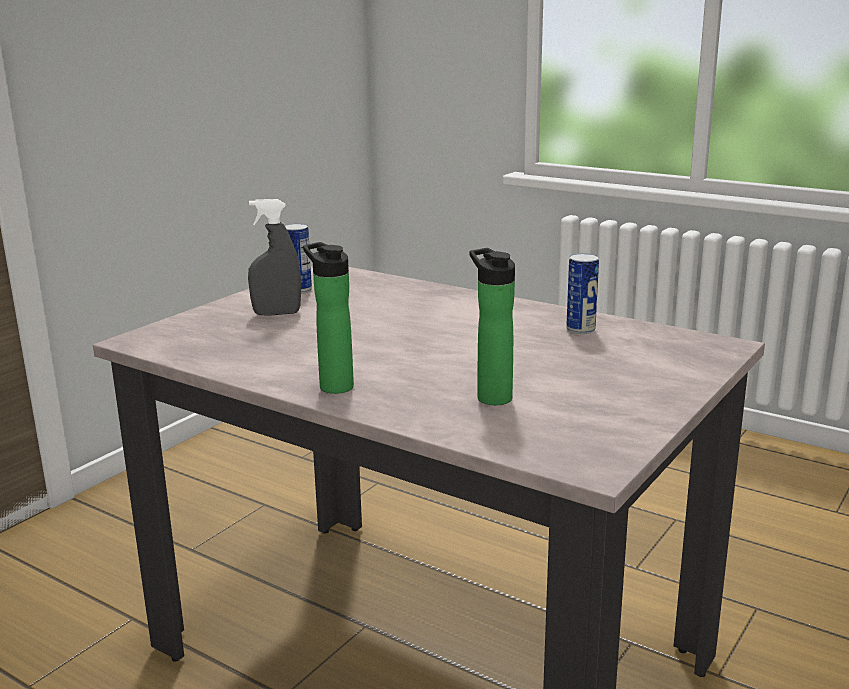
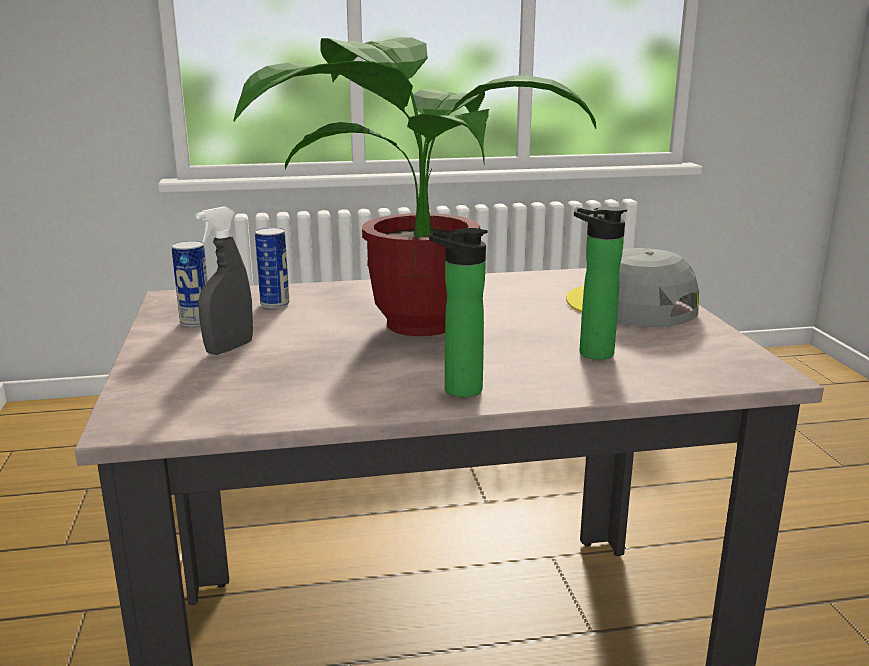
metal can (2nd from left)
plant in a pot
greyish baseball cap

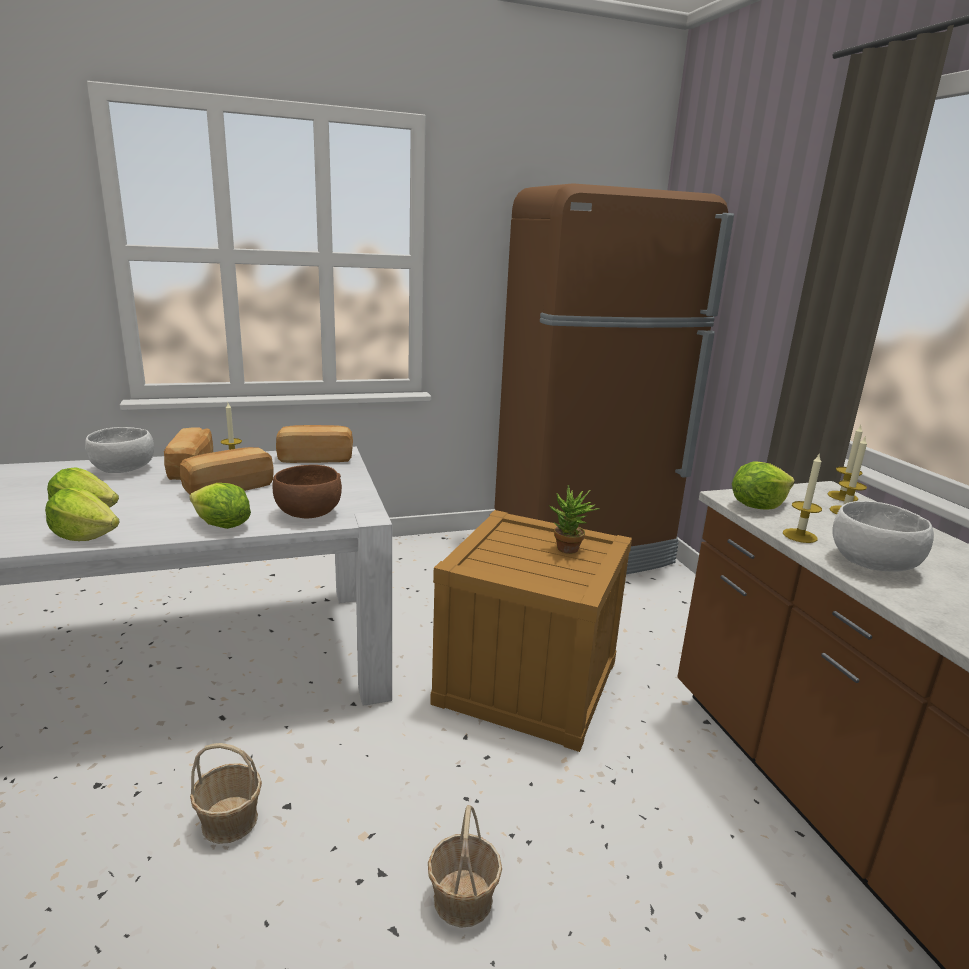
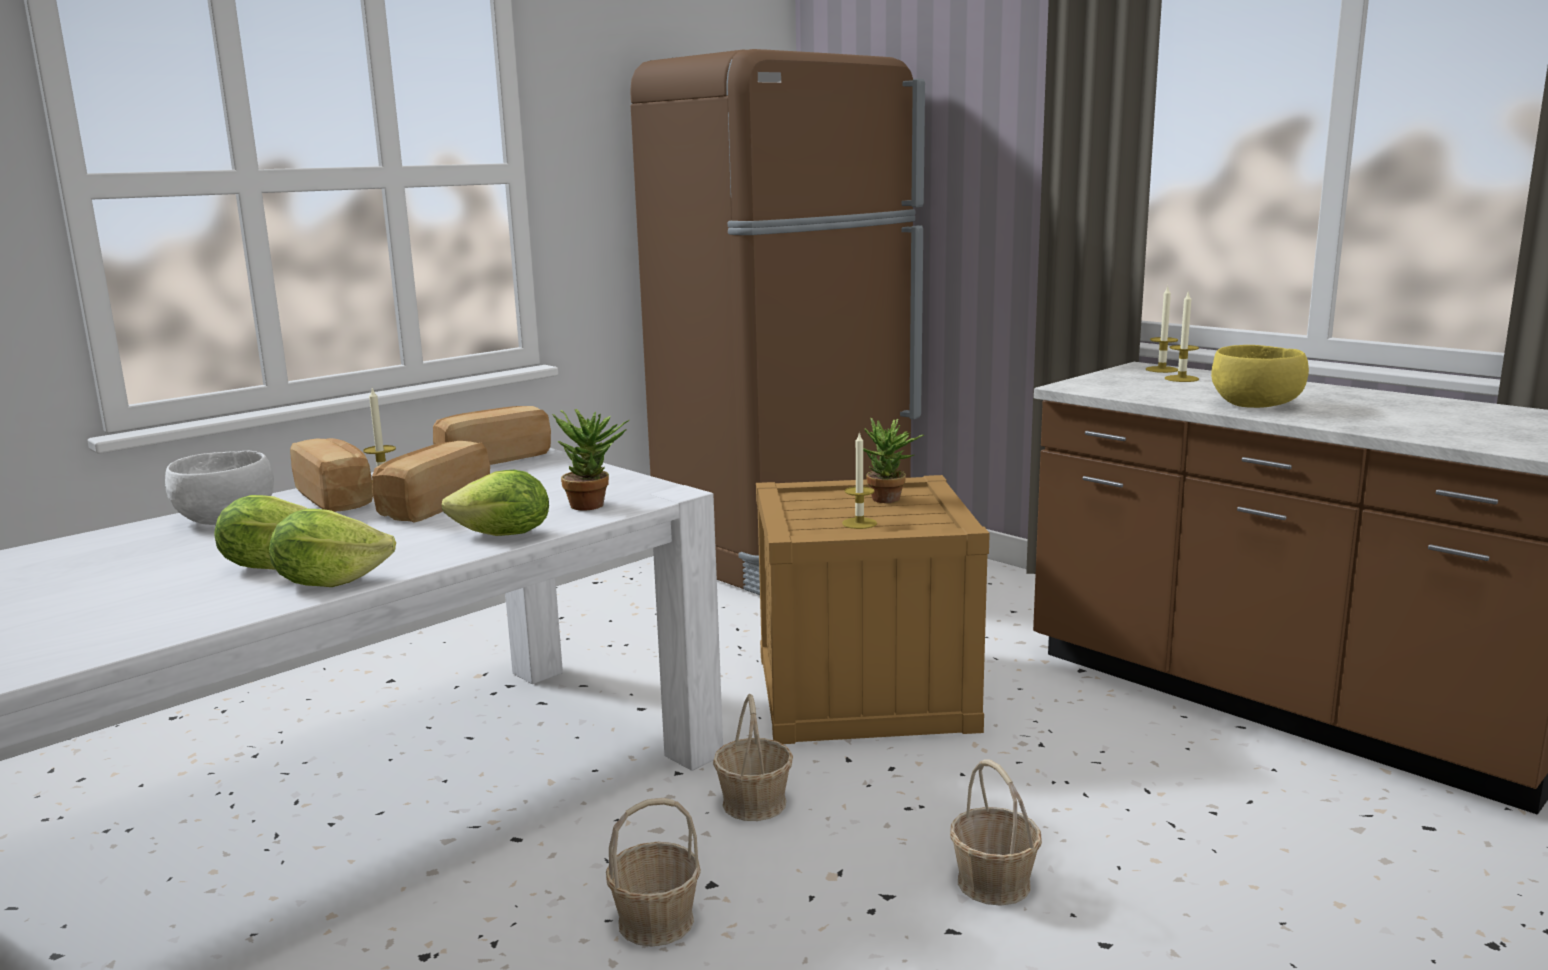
plant in a pot (1st from left)
head of lettuce (4th from left in the first image)
candle (2nd from left)
yellowish deep dish
basket (2nd from left)

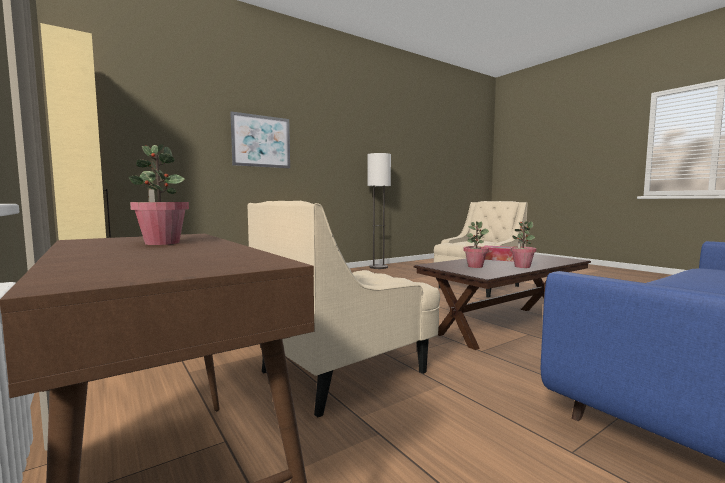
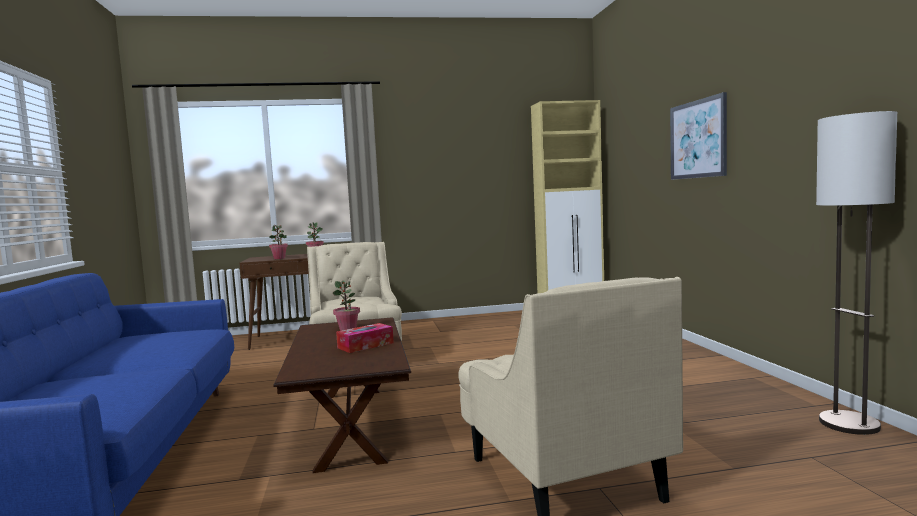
plant in a pot (1st from left)

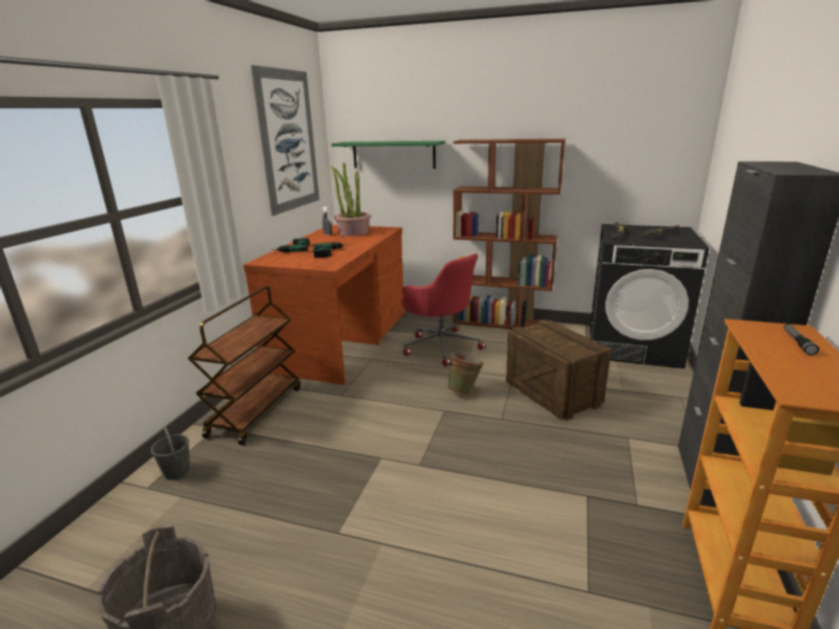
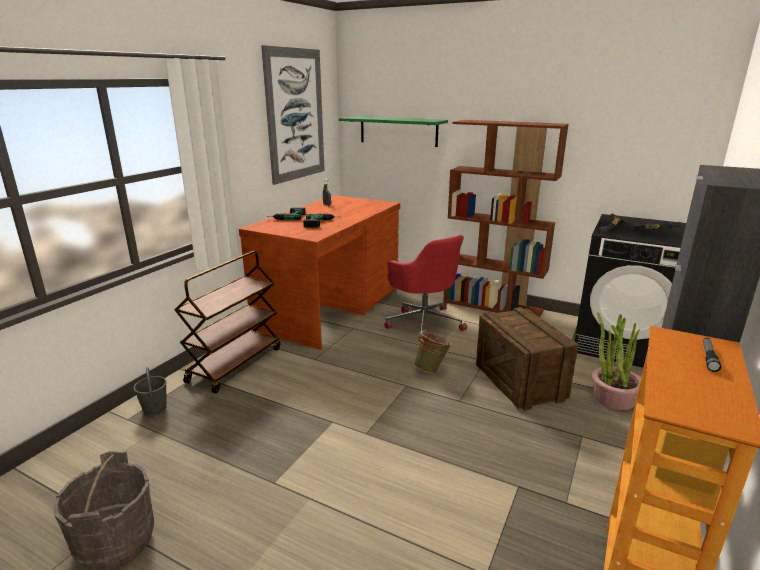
plant in a pot

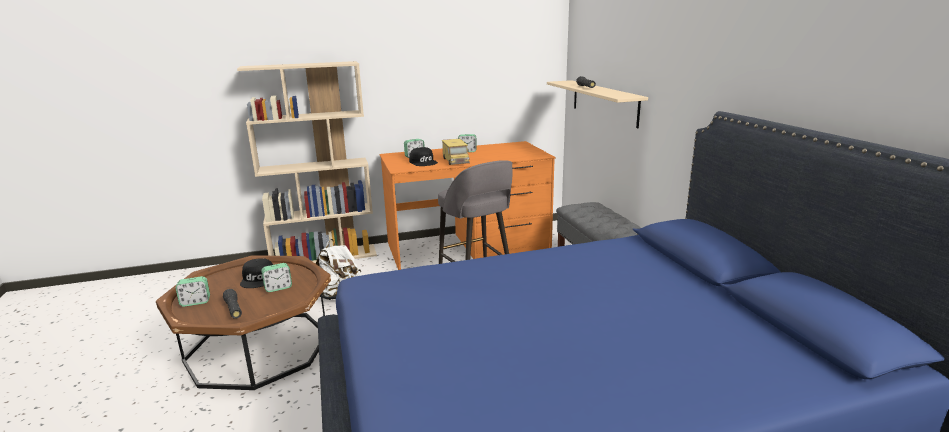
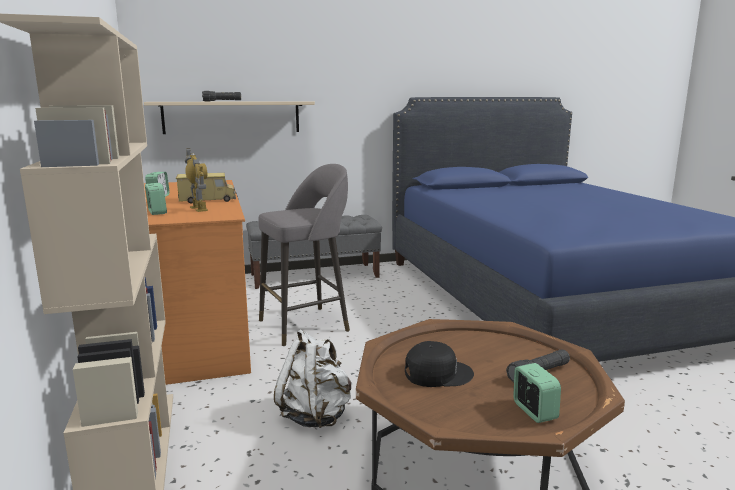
bedside clock (2nd from left in the first image)
model robot

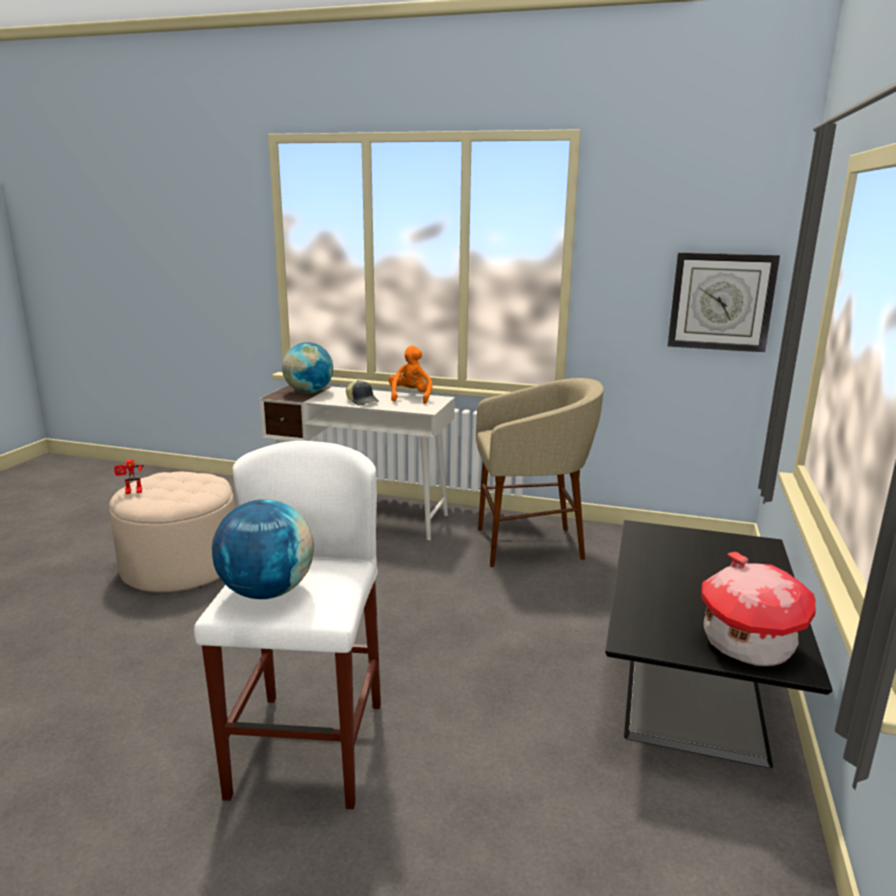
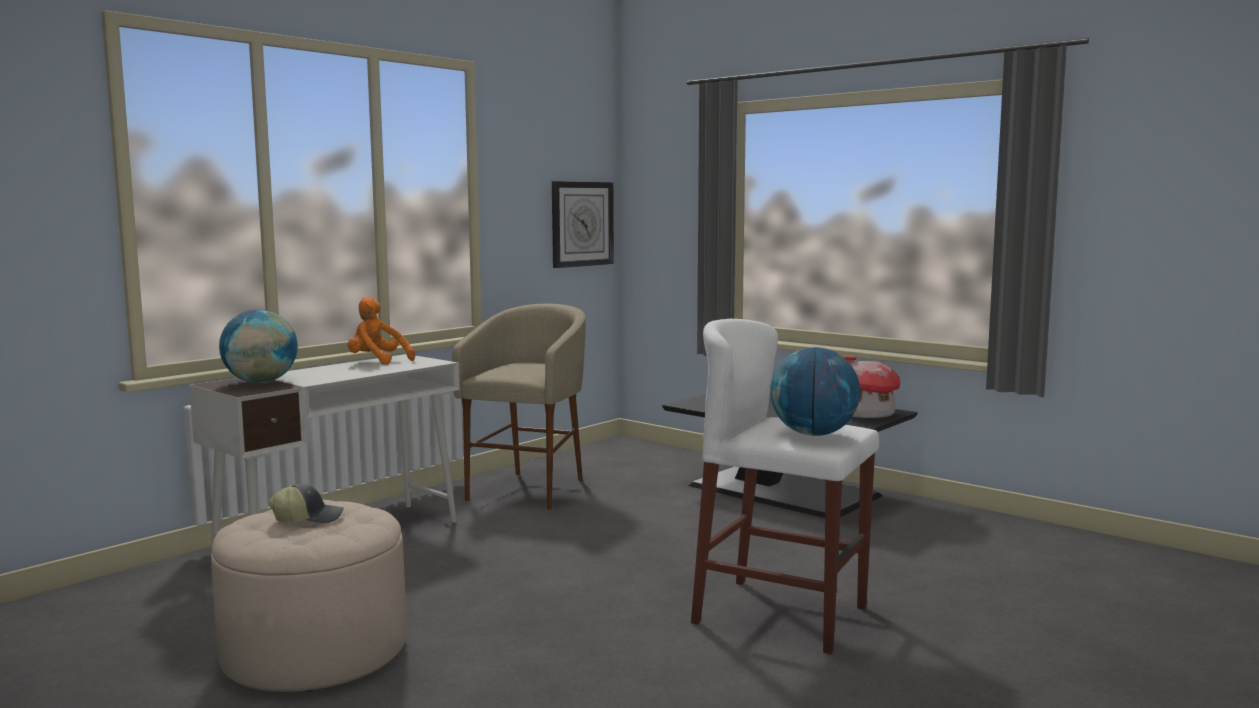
model robot
baseball cap

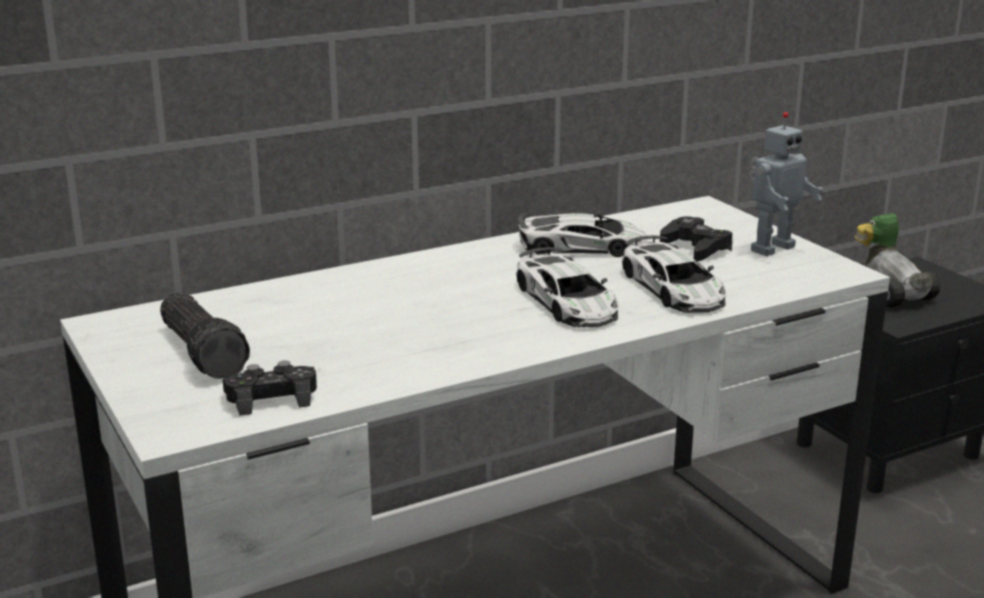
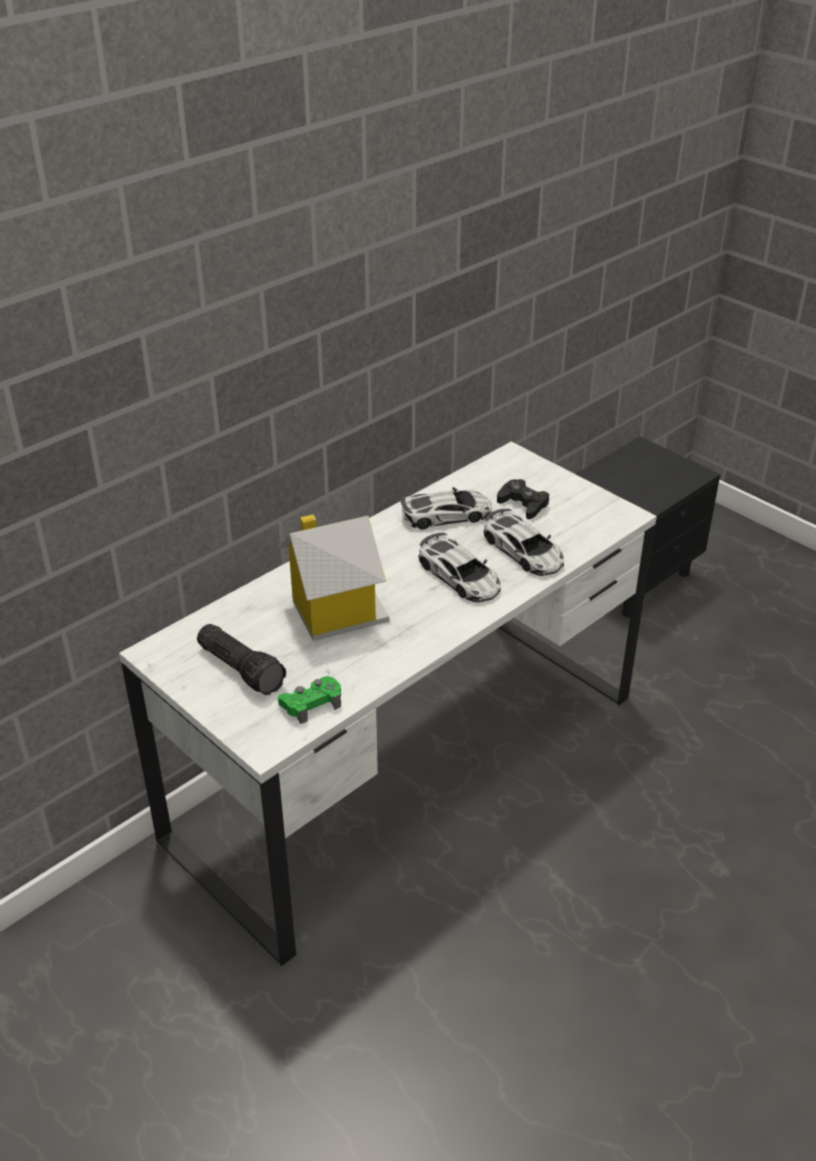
green-coloured game controller
model robot
model car (4th from left in the first image)
miniature house

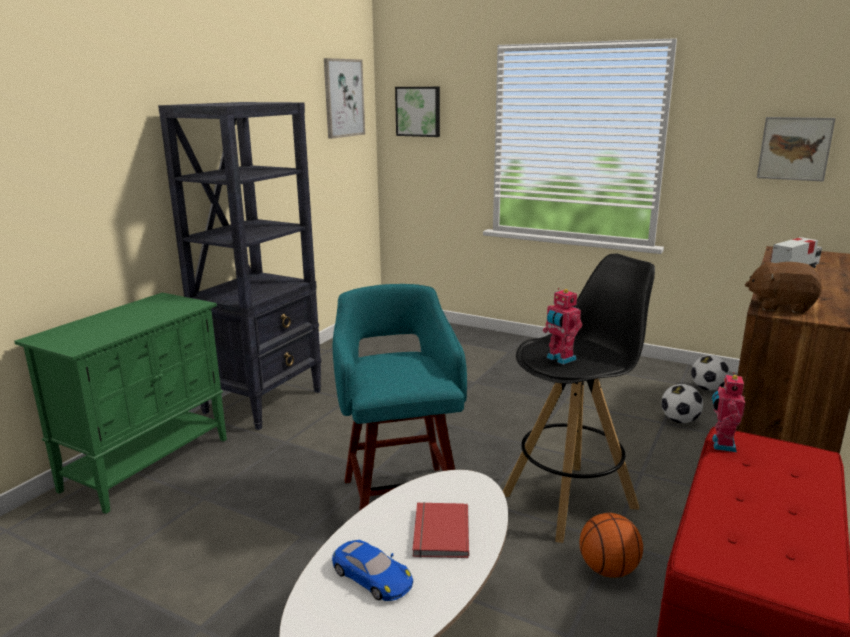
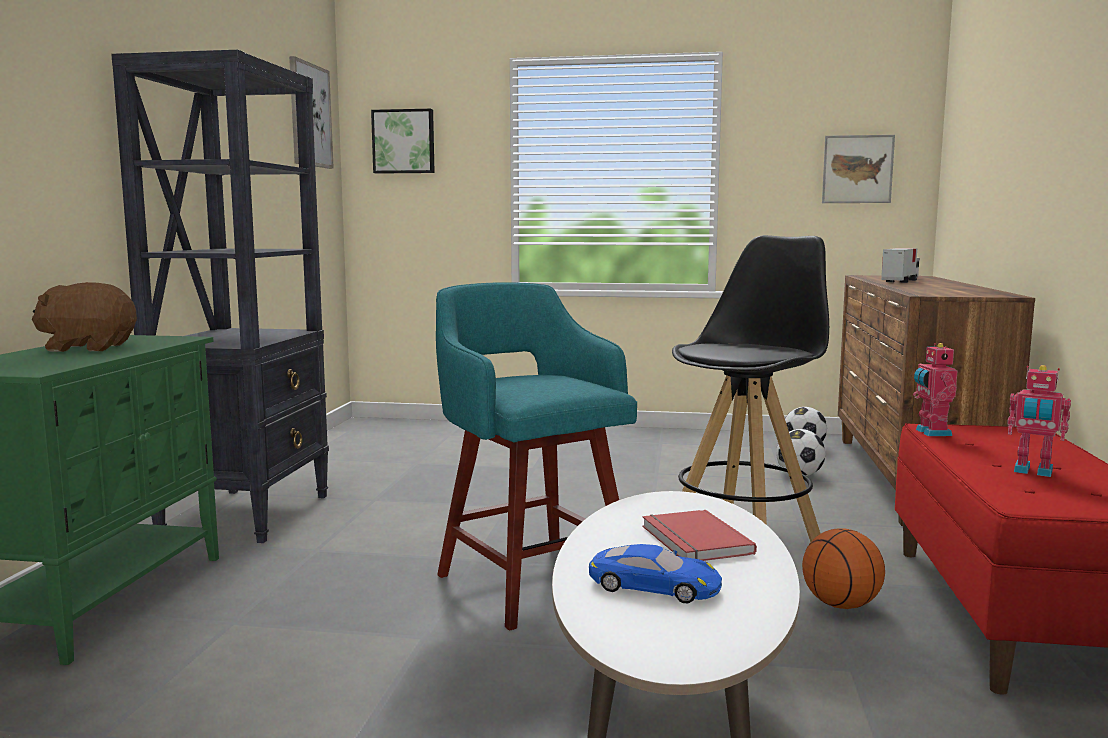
model robot (2nd from left)
brown-coloured plush toy

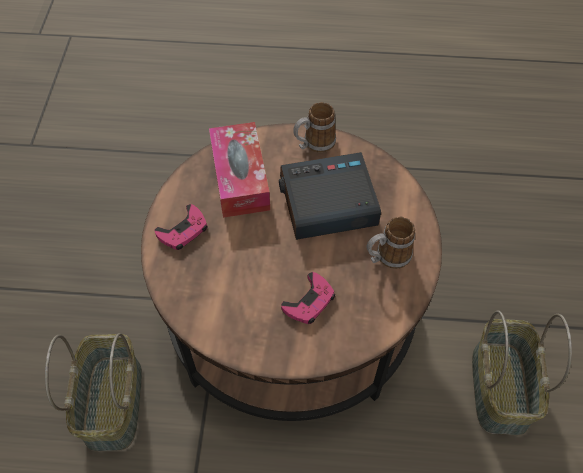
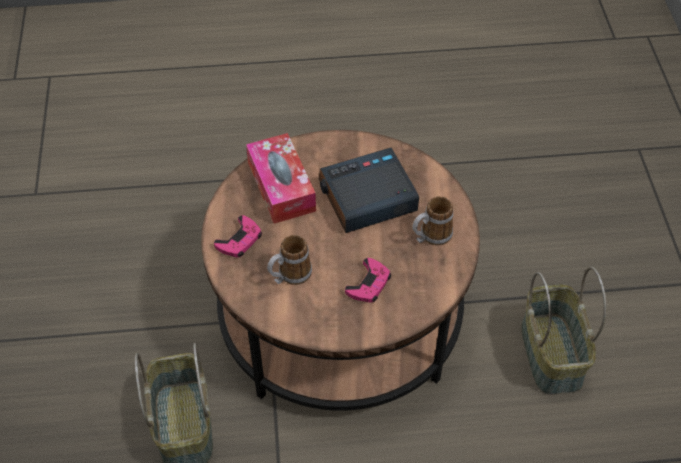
coffee mug (1st from left)

